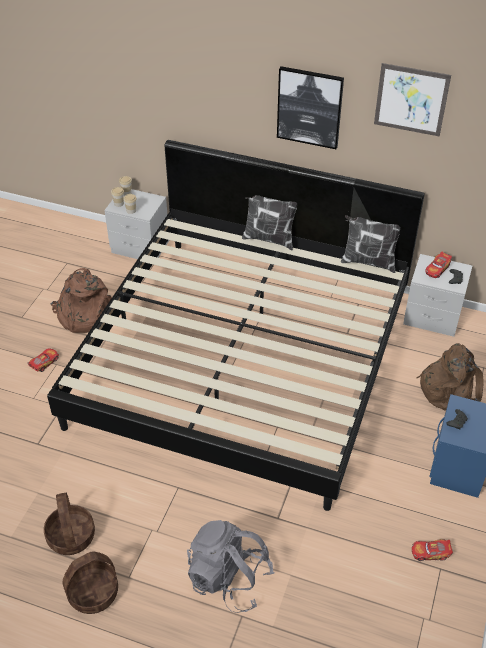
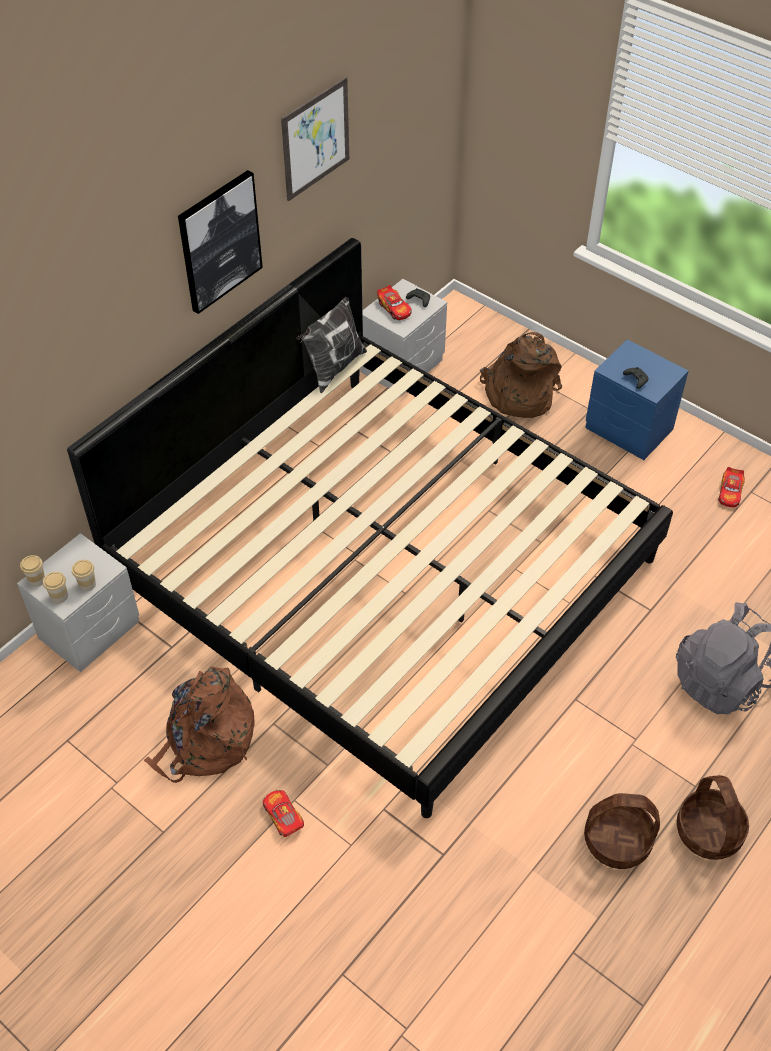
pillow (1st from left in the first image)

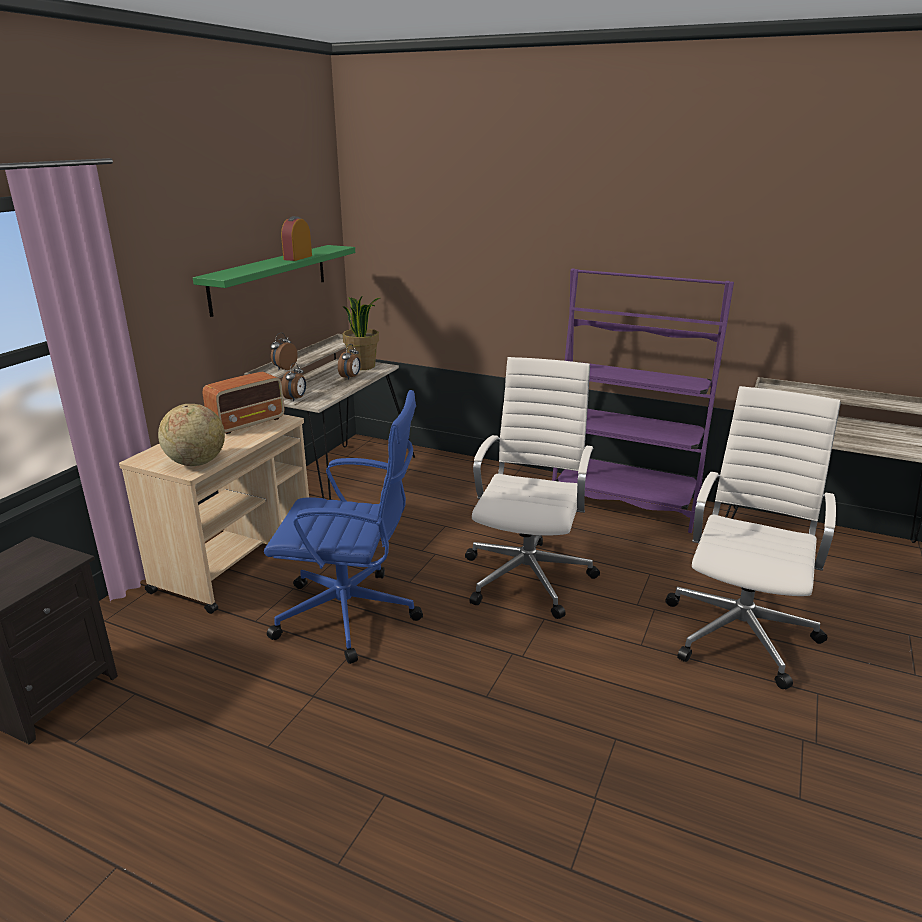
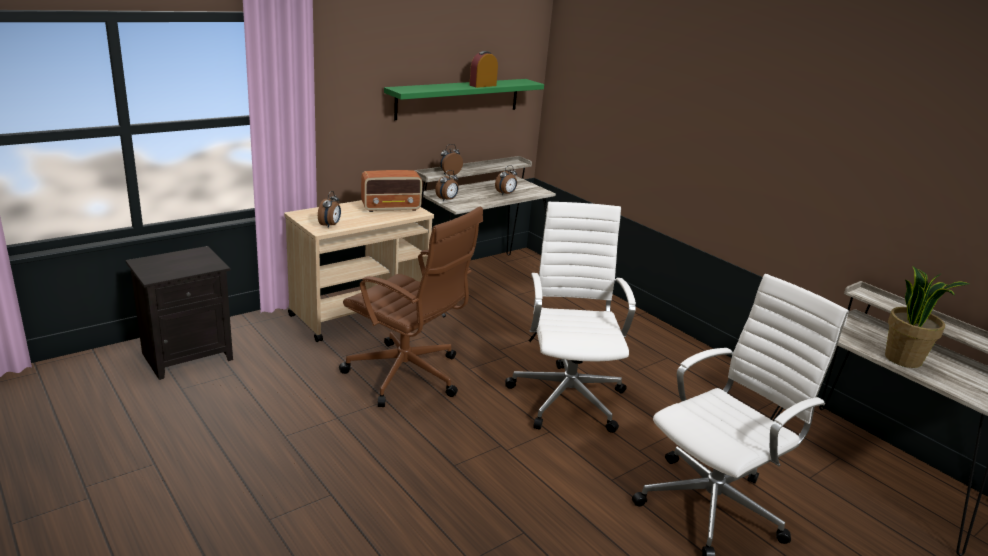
bedside clock (1st from left)
brown-coloured desk chair
plant in a pot
whitish desk chair (1st from left)
purple-coloured bookshelf

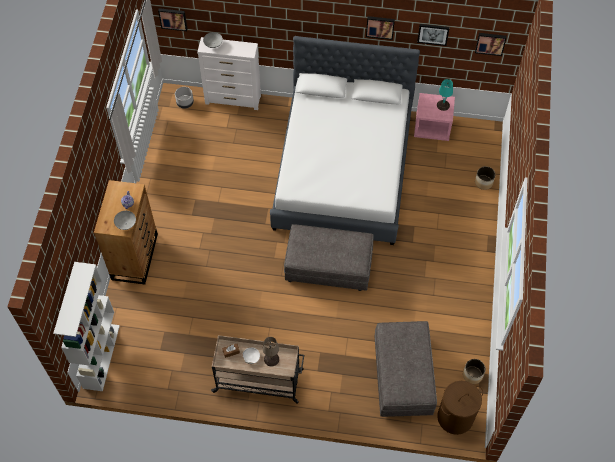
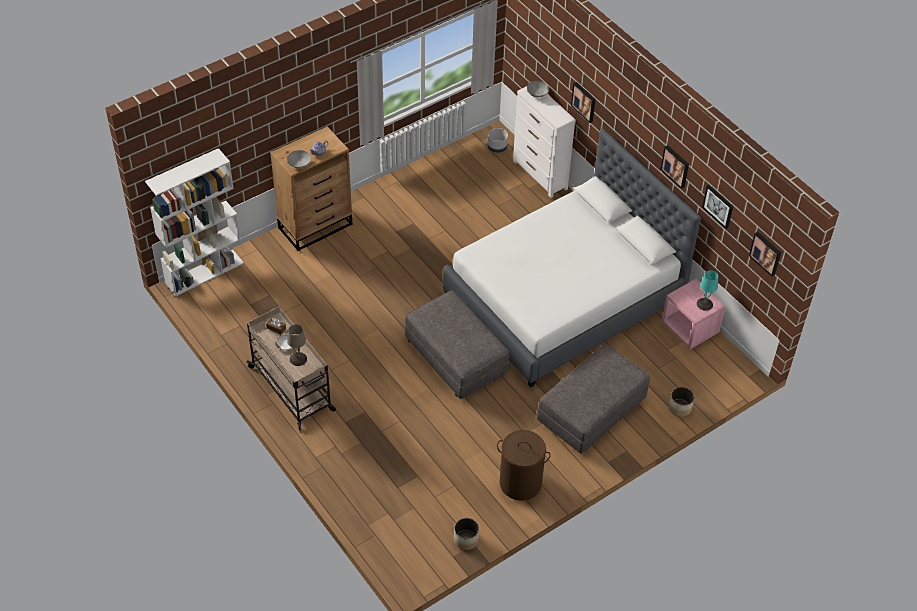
wall picture (1st from left)
greyish pouffe (2nd from left)
brown-coloured washing basket

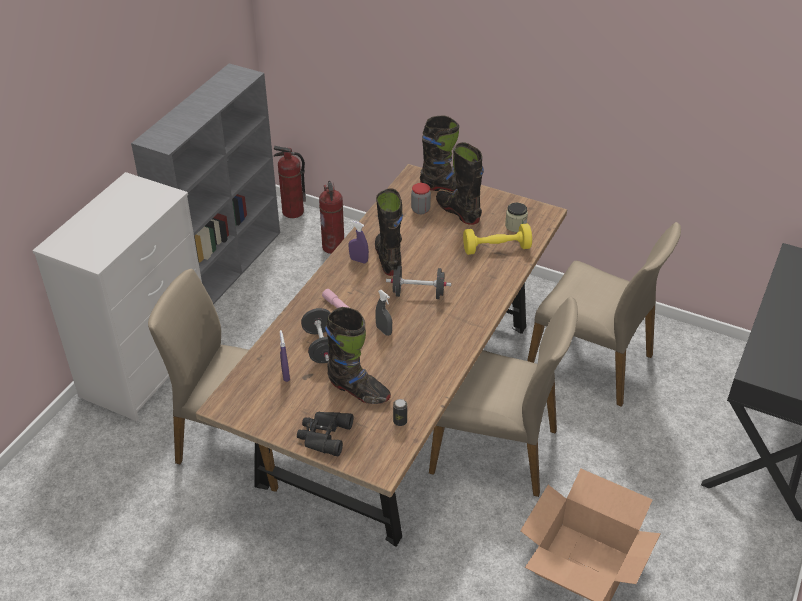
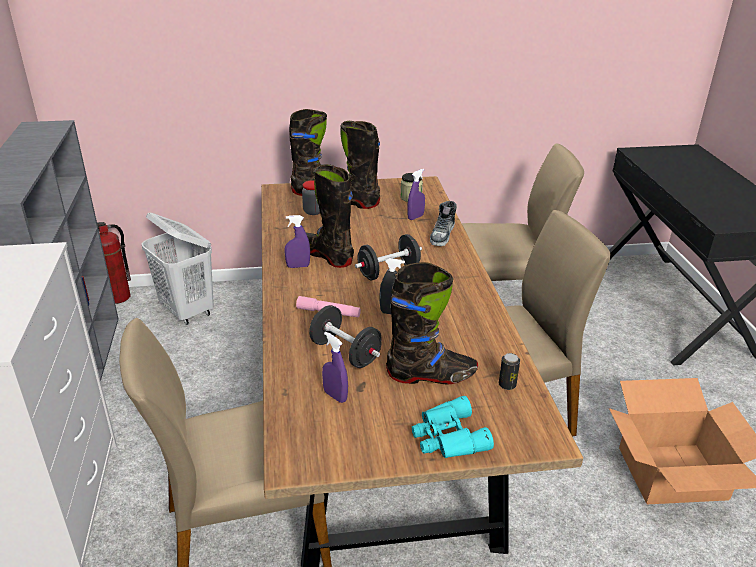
turquoise-coloured binoculars
whitish washing basket
purple-coloured hand sprayer (3rd from left)
shoe

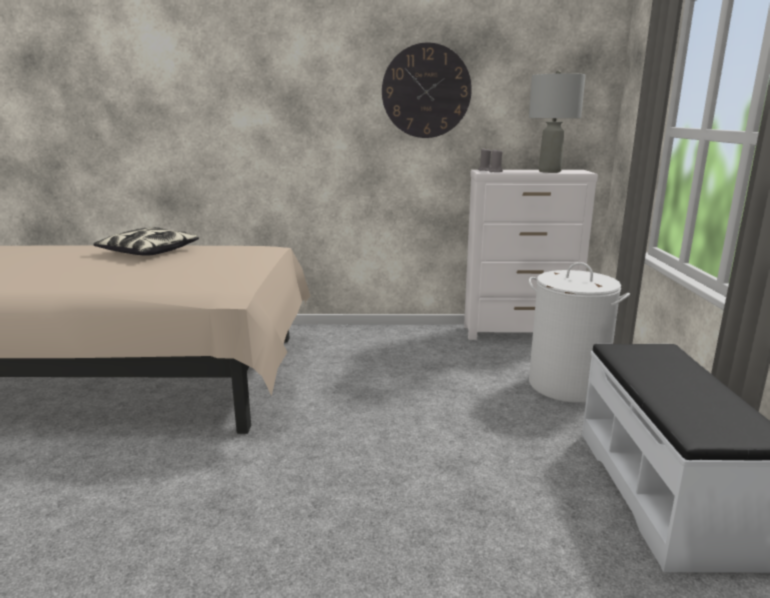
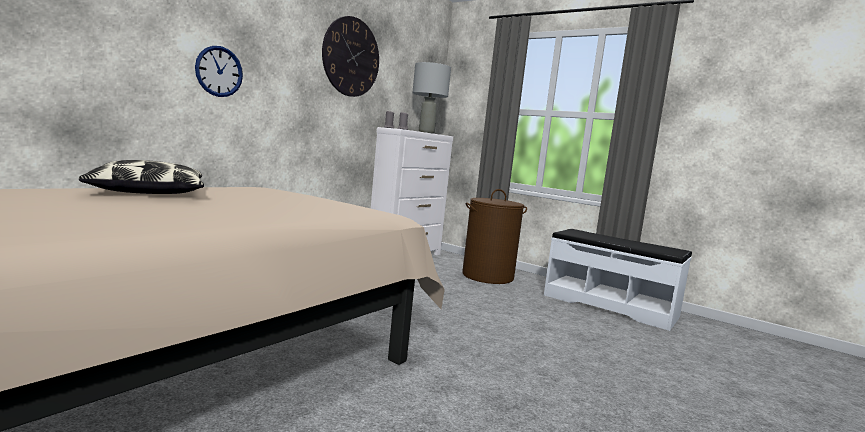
brown-coloured washing basket
clock on the wall (1st from left)

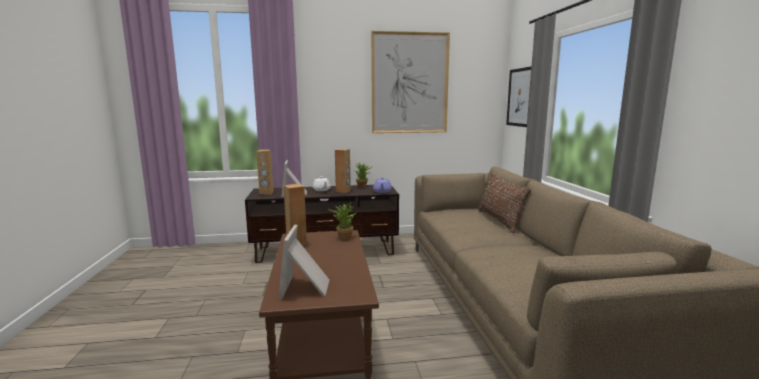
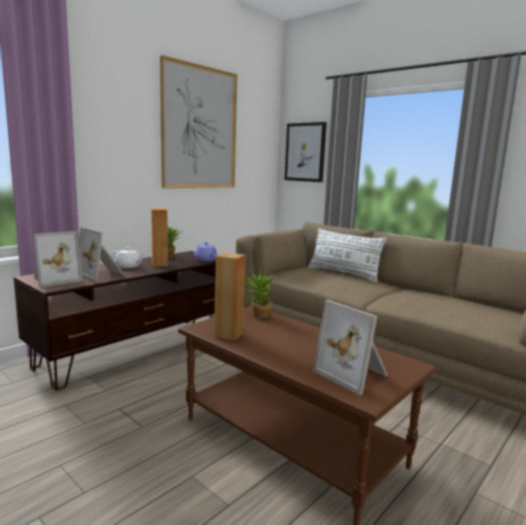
standing frame (1st from left)
whitish pillow

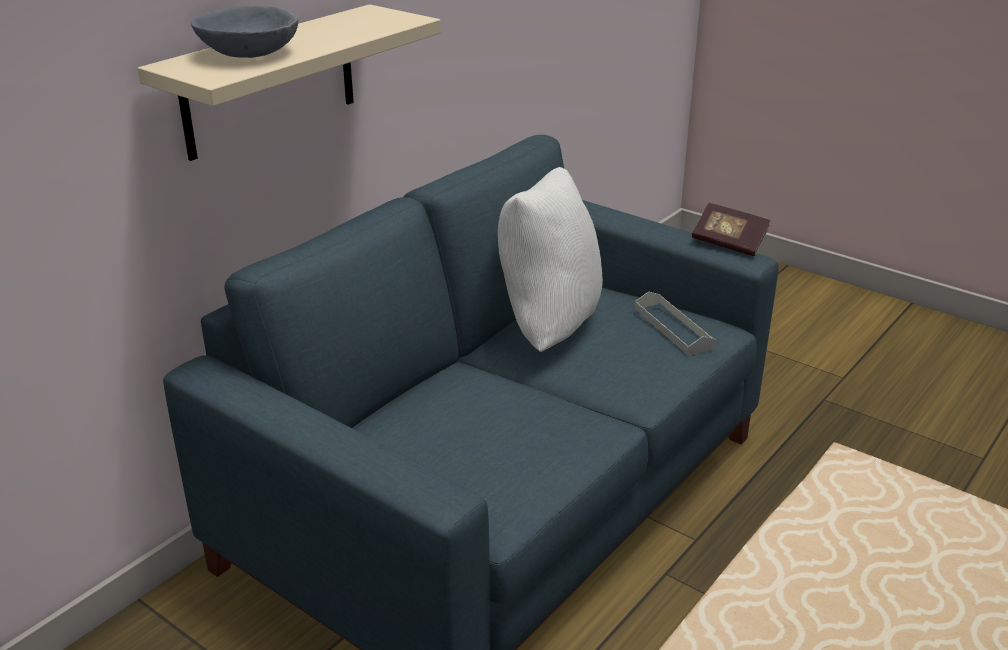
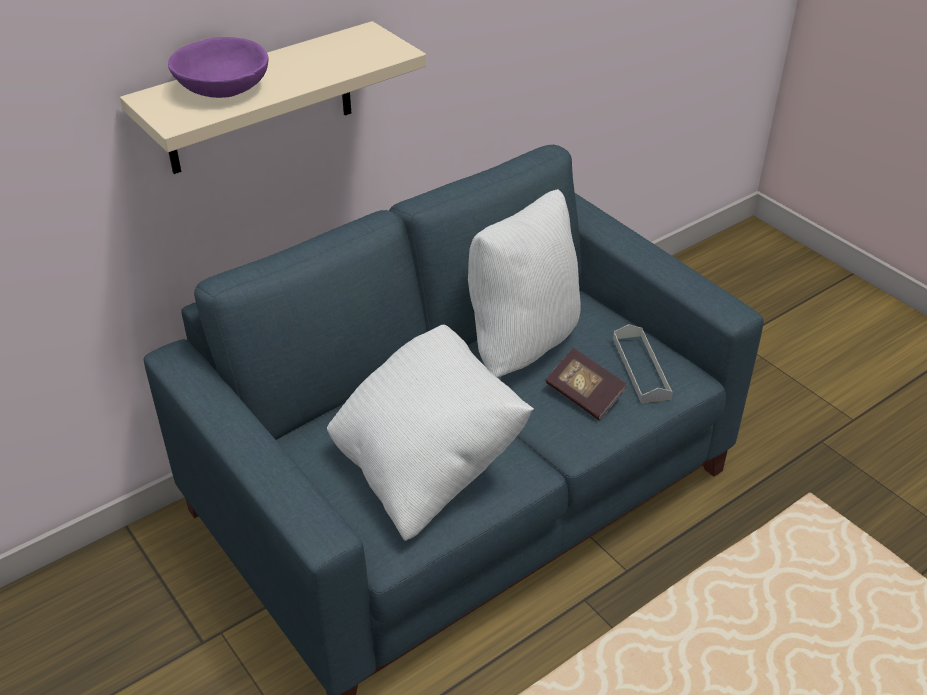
purple-coloured deep dish
volume
whitish pillow (1st from left)

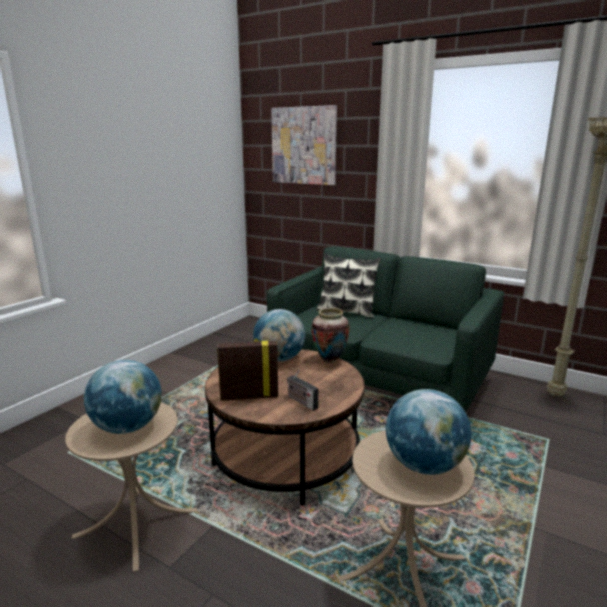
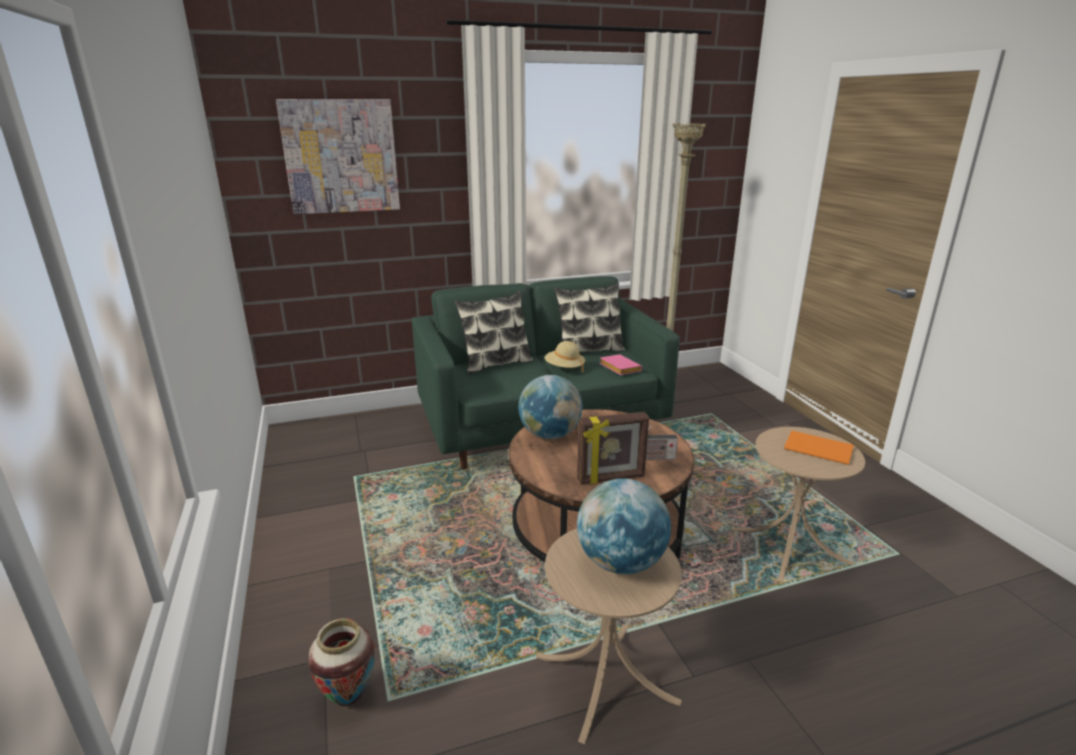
standing frame
decorative vase
orange-coloured volume
sand-coloured wearable hat
pillow (2nd from left)
pink-coloured volume

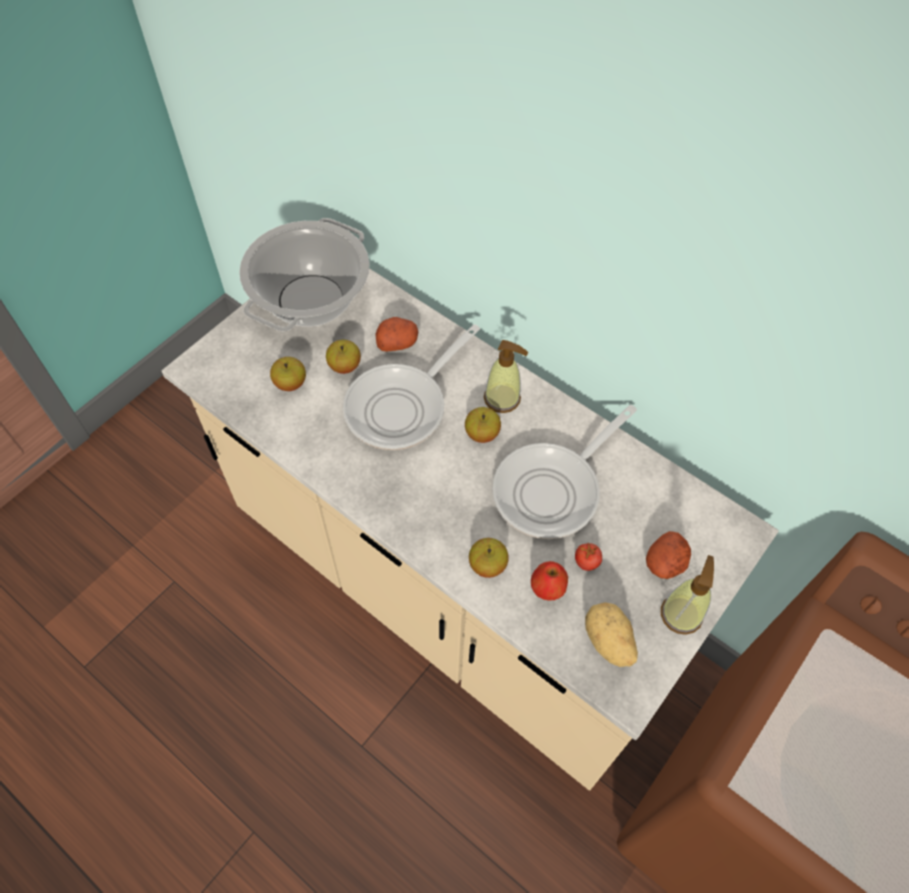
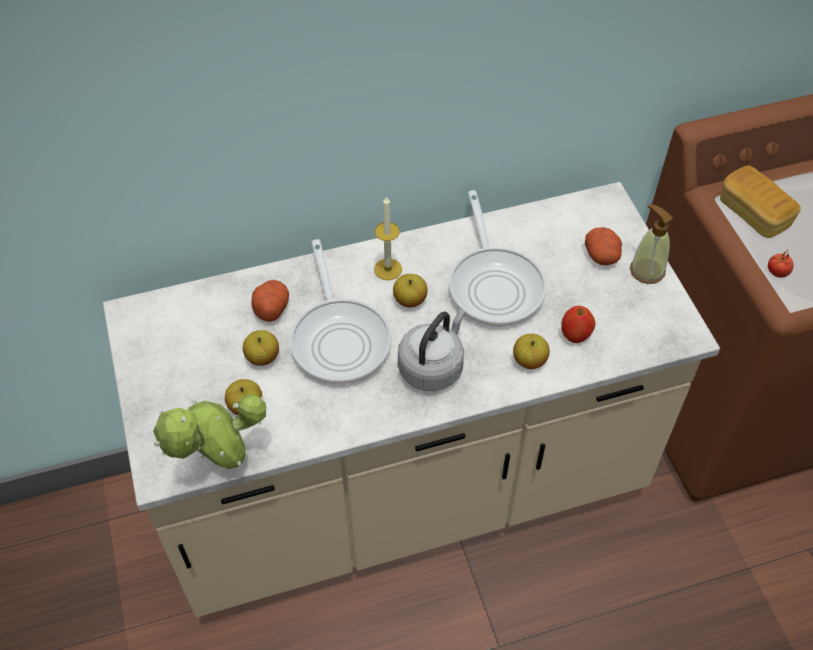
saucepot
candle
fresh tomato
potato (2nd from left in the first image)
plant in a pot
greyish water kettle
baked bread

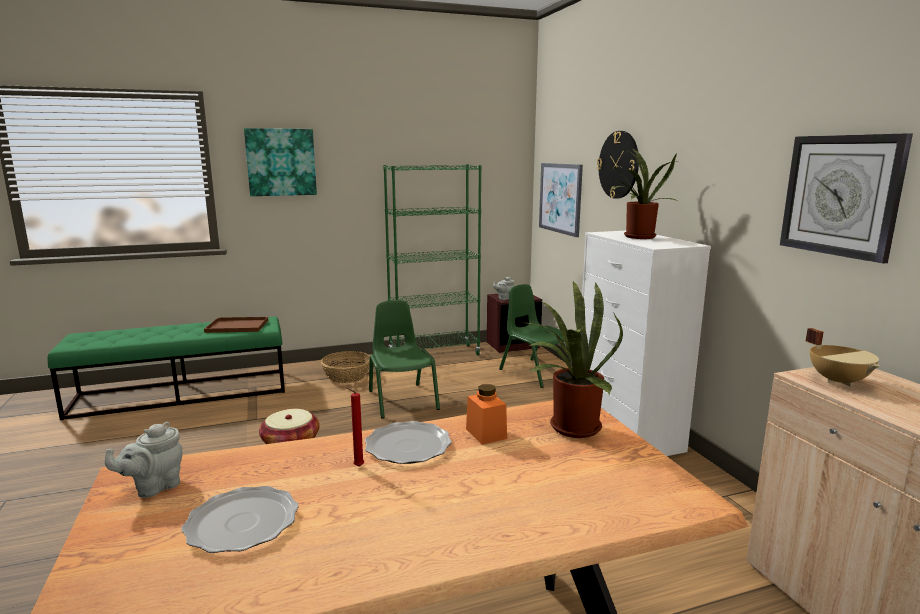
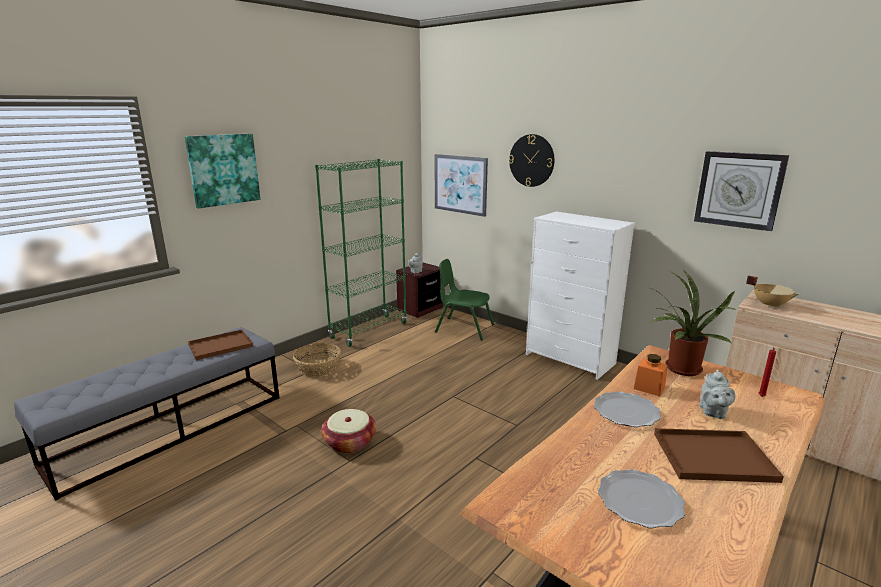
greyish bench
greyish tea pot (2nd from left)
red-coloured candle
green-coloured chair (1st from left in the first image)
plant in a pot (2nd from left in the first image)
brown-coloured carrying tray (2nd from left)

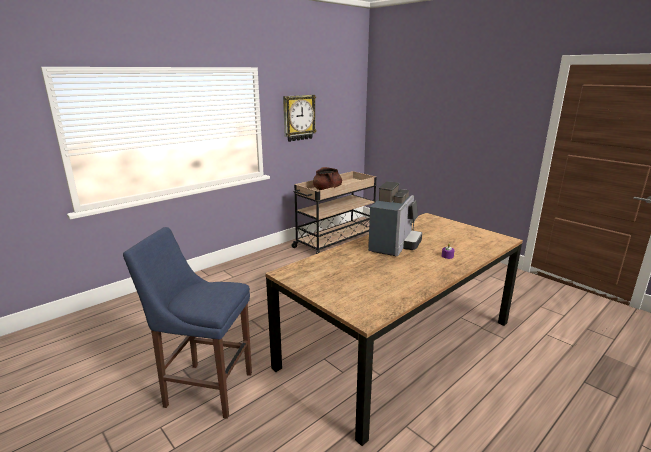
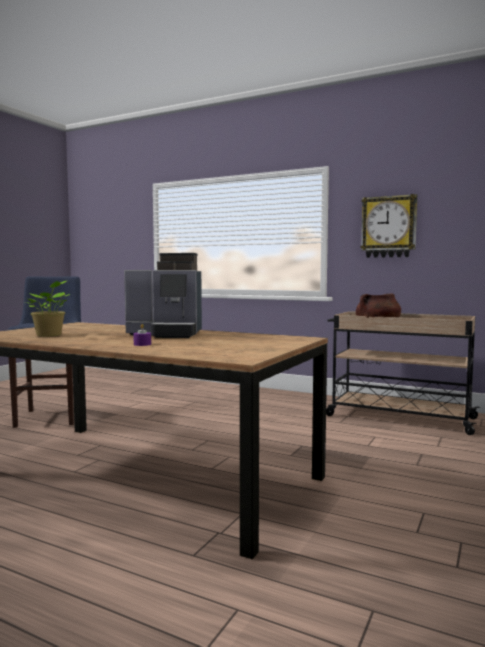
plant in a pot

